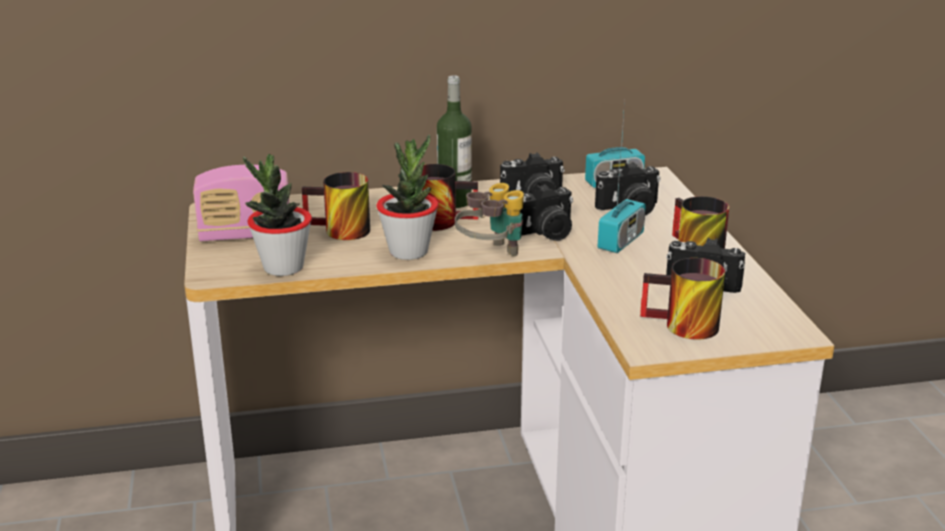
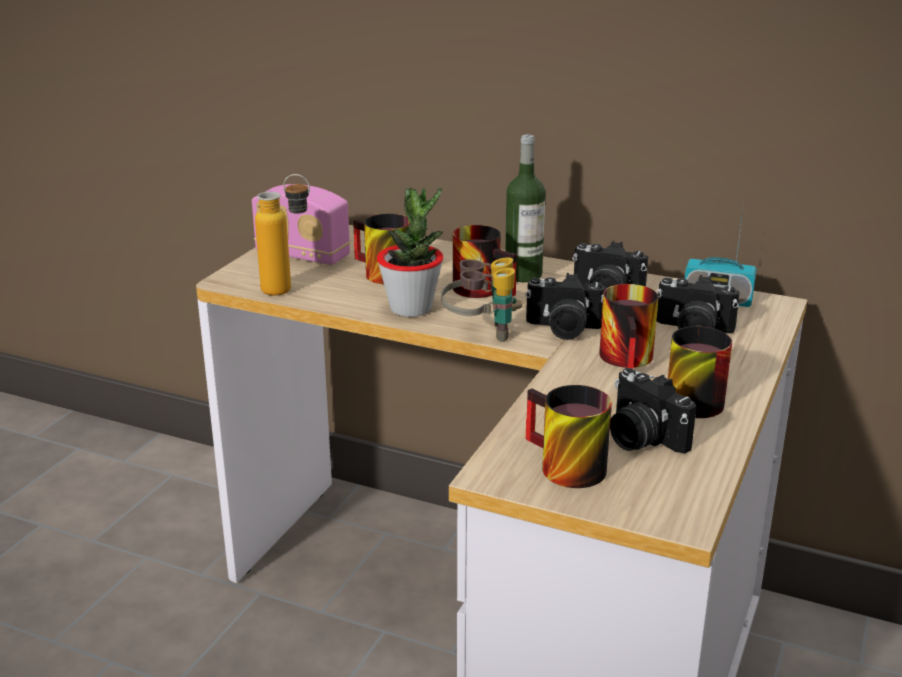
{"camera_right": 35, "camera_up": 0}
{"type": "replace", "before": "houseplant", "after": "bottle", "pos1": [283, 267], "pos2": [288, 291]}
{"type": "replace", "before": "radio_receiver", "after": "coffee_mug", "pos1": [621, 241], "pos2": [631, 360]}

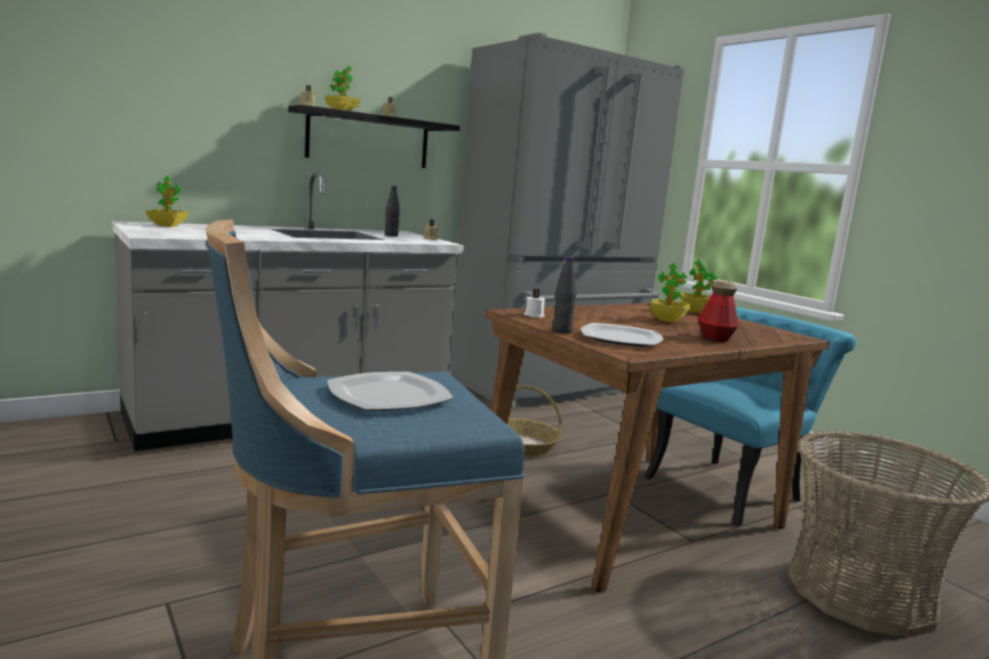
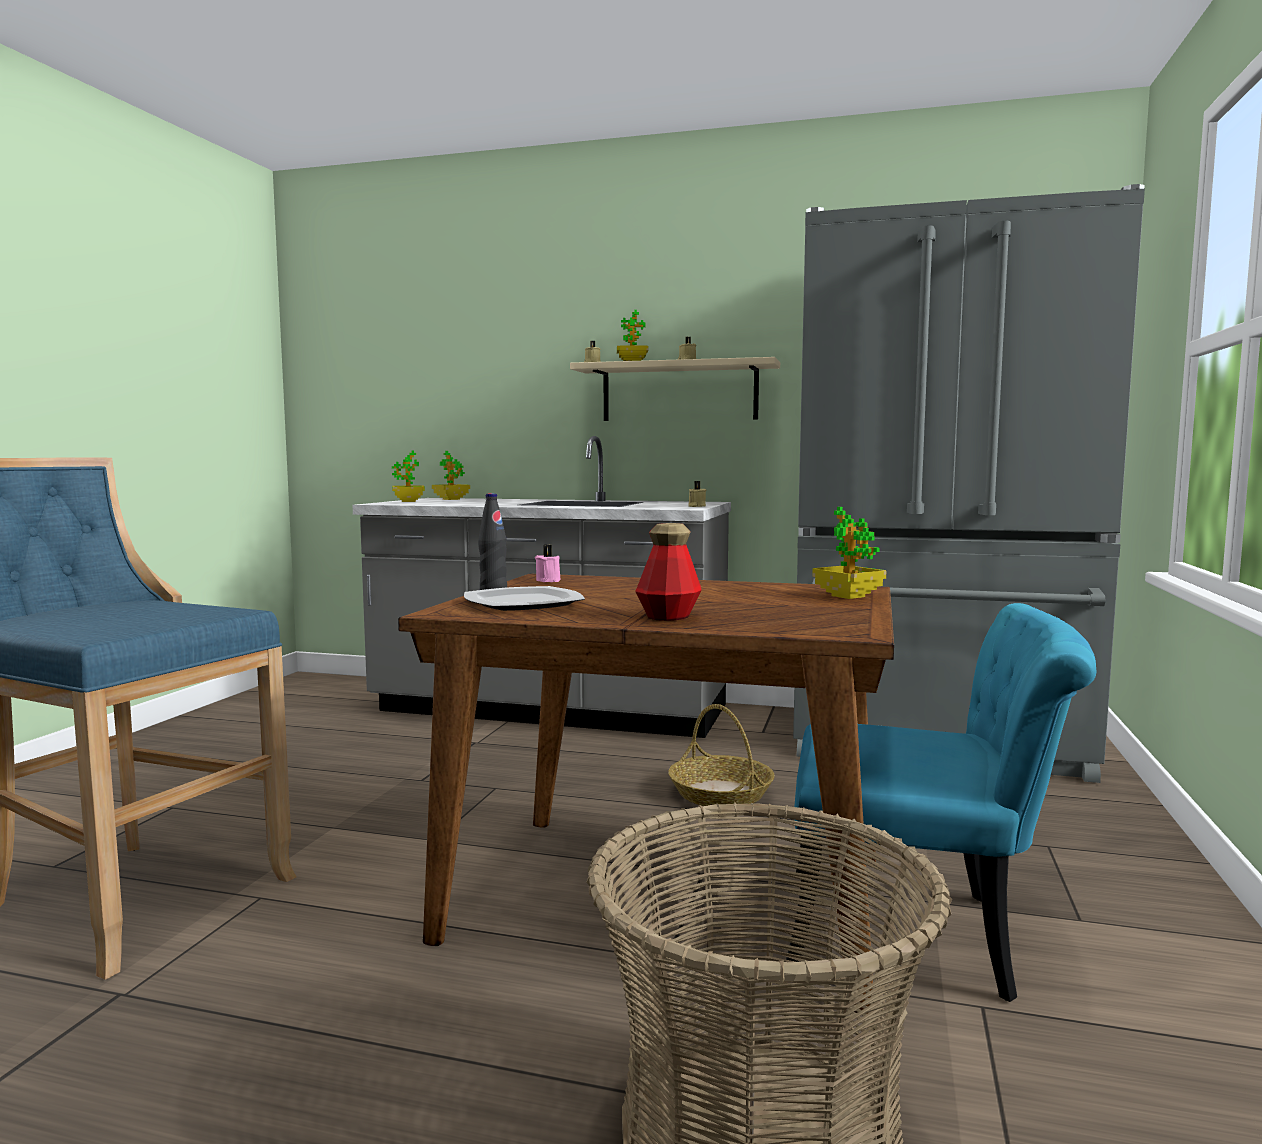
{"camera_right": 50, "camera_up": -5}
{"type": "move", "before": "houseplant", "pos1": [667, 320], "pos2": [408, 501]}
{"type": "recolor", "before": "white_wax_candle", "after": "pinkish_wax_candle", "pos1": [534, 315], "pos2": [549, 580]}
{"type": "recolor", "before": "black_bracket_shelf", "after": "beige-coloured_bracket_shelf", "pos1": [368, 140], "pos2": [679, 392]}
{"type": "delete", "before": "dinner_plate", "pos1": [390, 396]}
{"type": "delete", "before": "black_bottle", "pos1": [391, 235]}

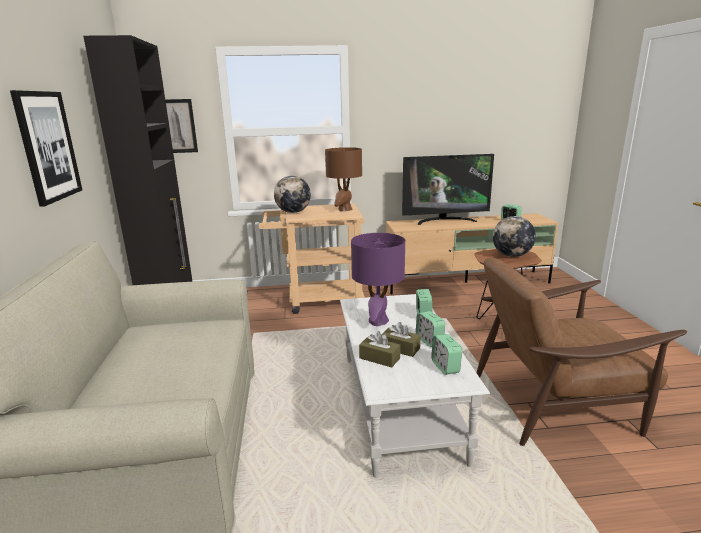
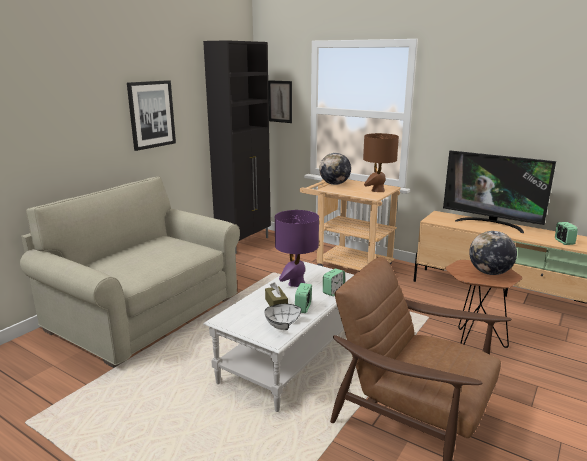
{"camera_right": 40, "camera_up": 0}
{"type": "replace", "before": "alarm_clock", "after": "white_bowl", "pos1": [445, 367], "pos2": [280, 326]}
{"type": "delete", "before": "brown_tissue_box", "pos1": [379, 358]}

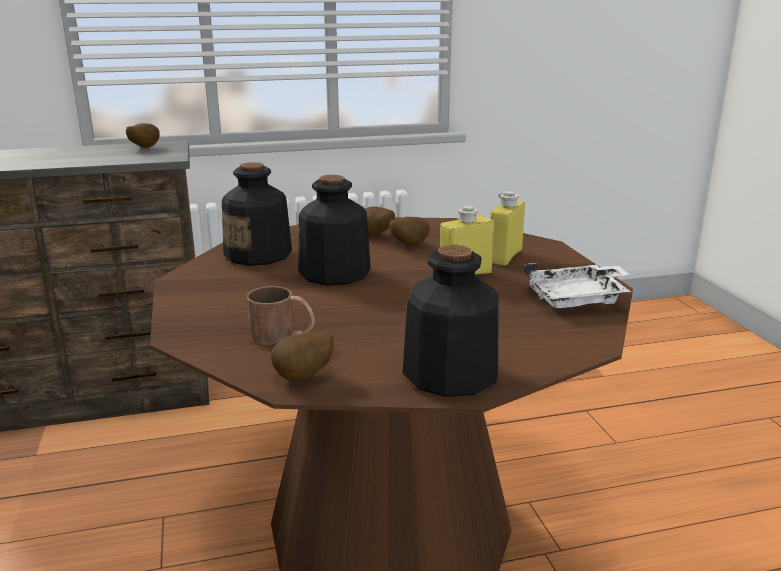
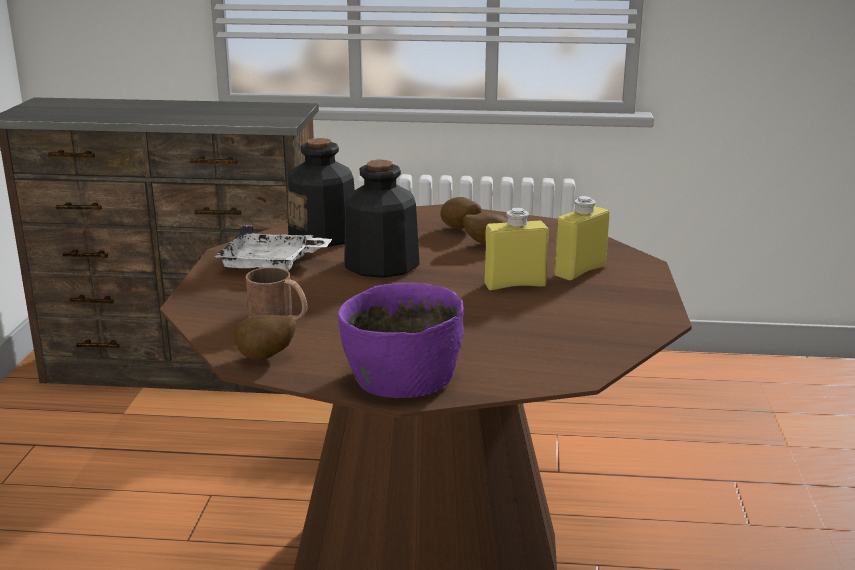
{"camera_right": 20, "camera_up": 0}
{"type": "move", "before": "white_carrying_tray", "pos1": [577, 299], "pos2": [271, 264]}
{"type": "replace", "before": "bottle", "after": "purplish_bowl", "pos1": [449, 374], "pos2": [400, 378]}
{"type": "delete", "before": "whole_potato", "pos1": [143, 148]}

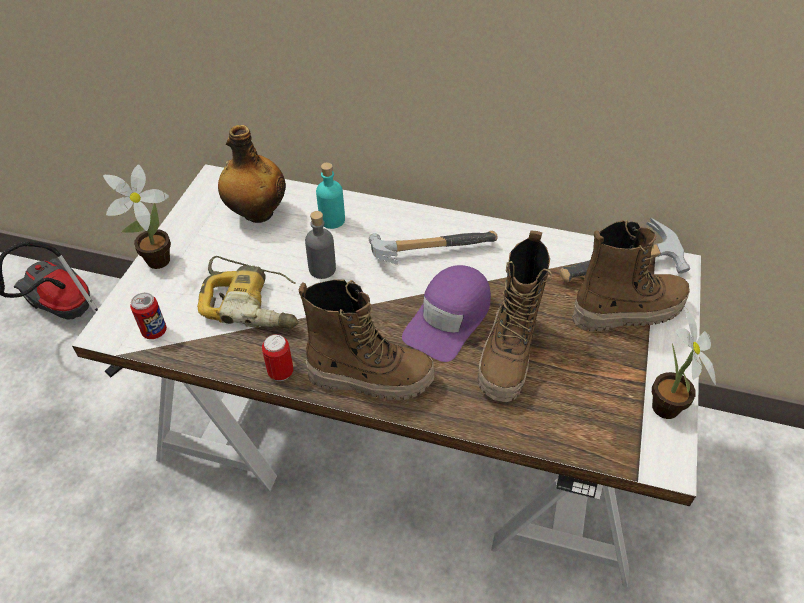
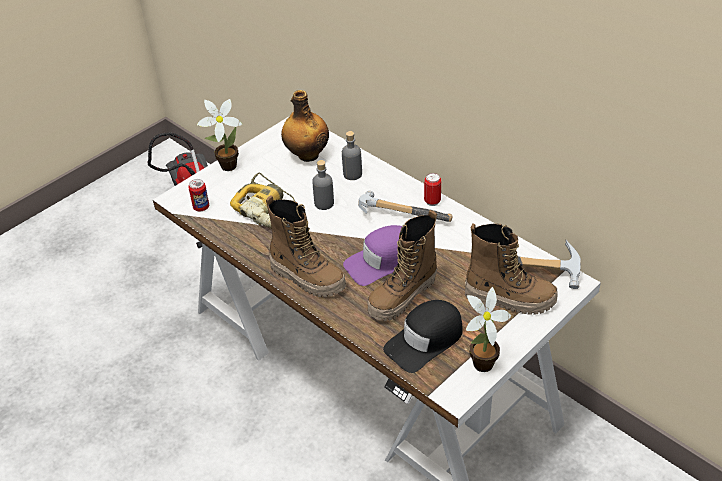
{"camera_right": 30, "camera_up": -5}
{"type": "recolor", "before": "turquoise-coloured_bottle", "after": "gray_bottle", "pos1": [332, 220], "pos2": [352, 174]}
{"type": "insert", "after": "black_peaked_cap", "pos2": [425, 340]}
{"type": "move", "before": "sealed_can", "pos1": [281, 373], "pos2": [432, 201]}

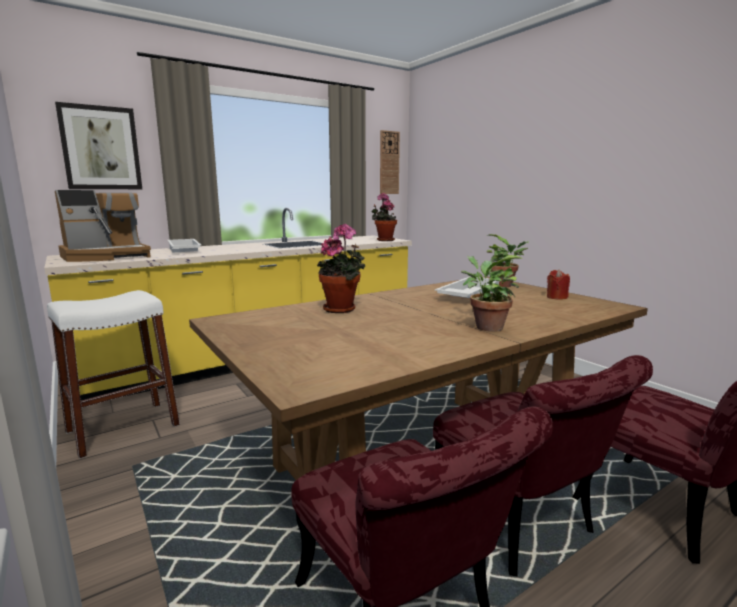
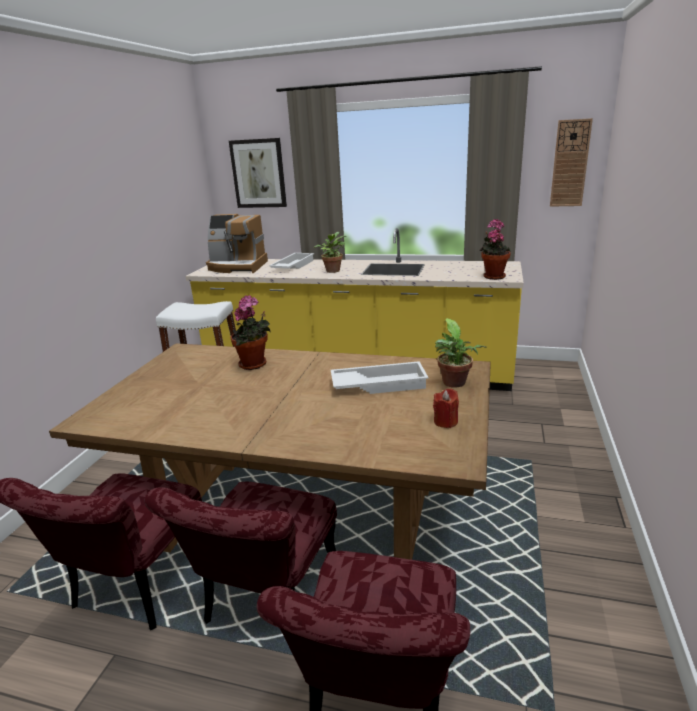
{"camera_right": 50, "camera_up": 10}
{"type": "move", "before": "houseplant", "pos1": [485, 327], "pos2": [333, 270]}

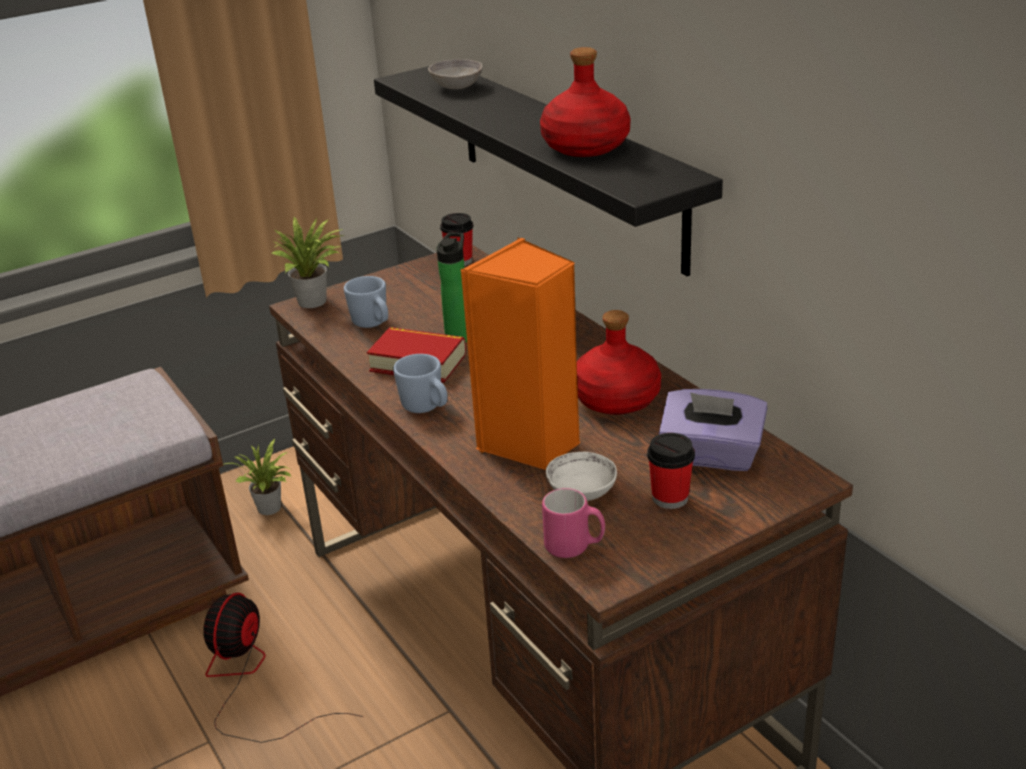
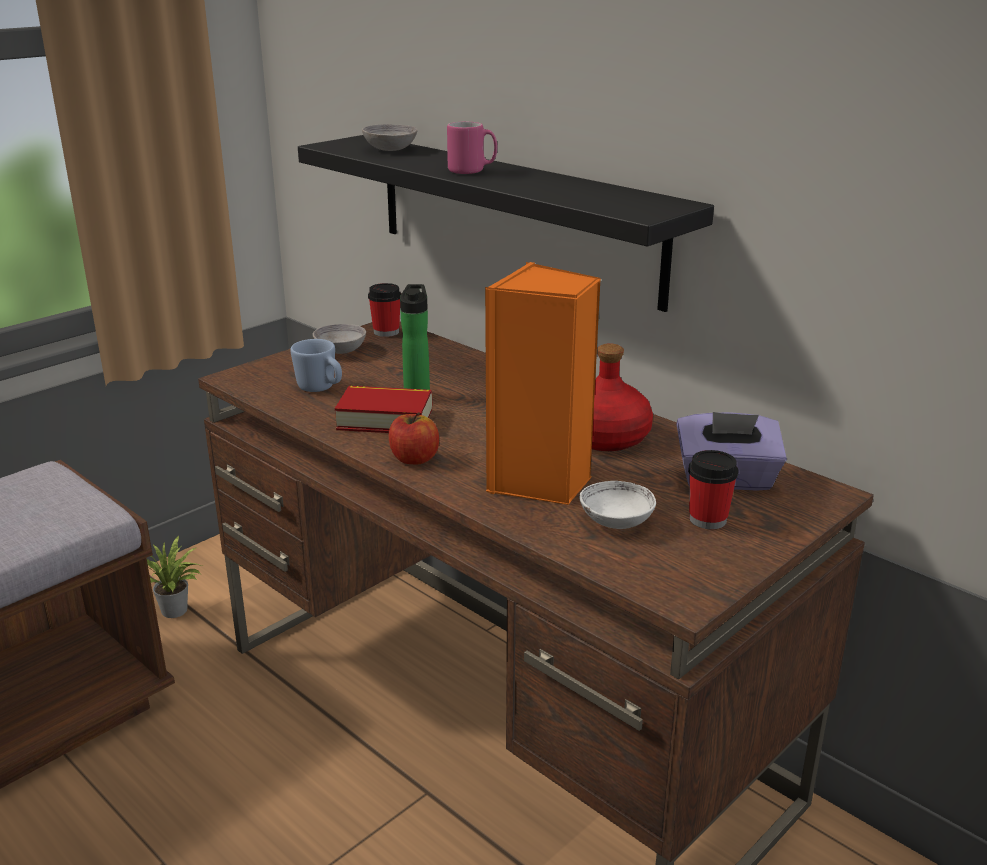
{"camera_right": -15, "camera_up": -5}
{"type": "insert", "after": "gray_bowl", "pos2": [340, 350]}
{"type": "replace", "before": "bluish_coffee_mug", "after": "apple", "pos1": [426, 408], "pos2": [414, 459]}
{"type": "move", "before": "pinkish_coffee_mug", "pos1": [575, 547], "pos2": [472, 171]}
{"type": "delete", "before": "cooling_fan", "pos1": [251, 681]}
{"type": "delete", "before": "houseplant", "pos1": [316, 302]}
{"type": "delete", "before": "reddish_bottle", "pos1": [586, 146]}

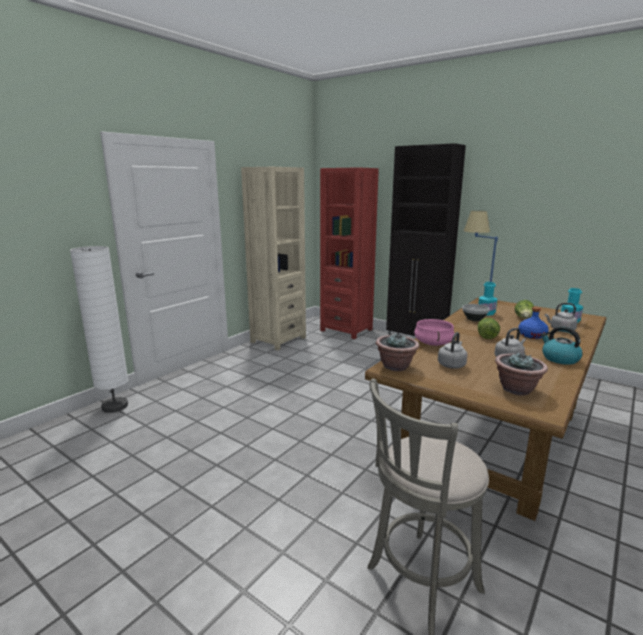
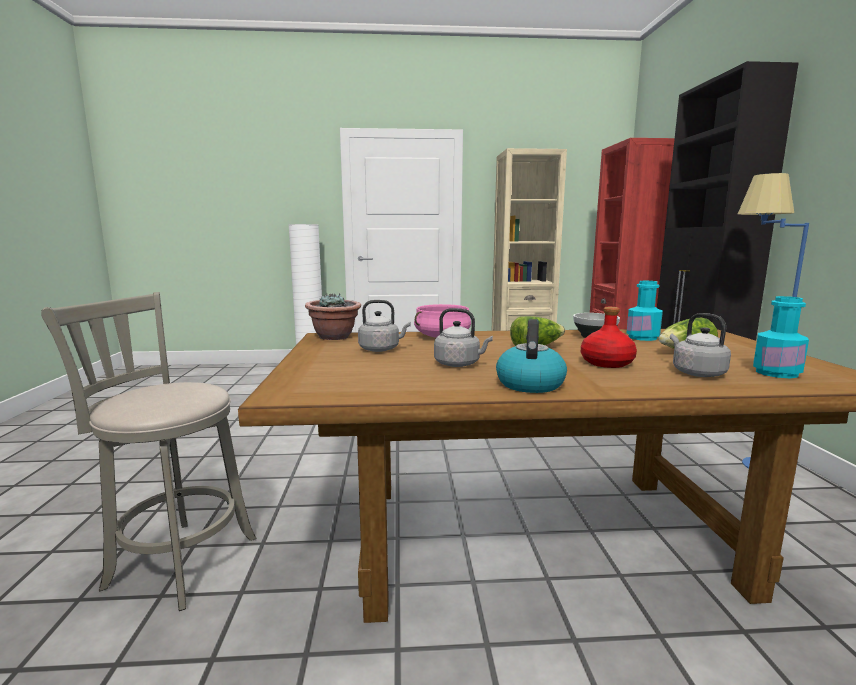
{"camera_right": 50, "camera_up": -5}
{"type": "recolor", "before": "bluish_bottle", "after": "reddish_bottle", "pos1": [532, 335], "pos2": [607, 363]}
{"type": "delete", "before": "houseplant", "pos1": [517, 389]}

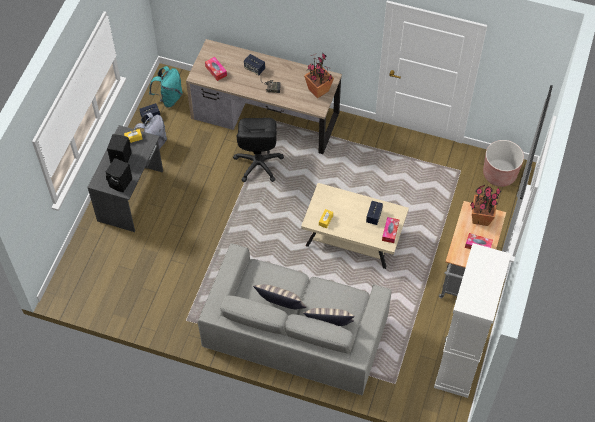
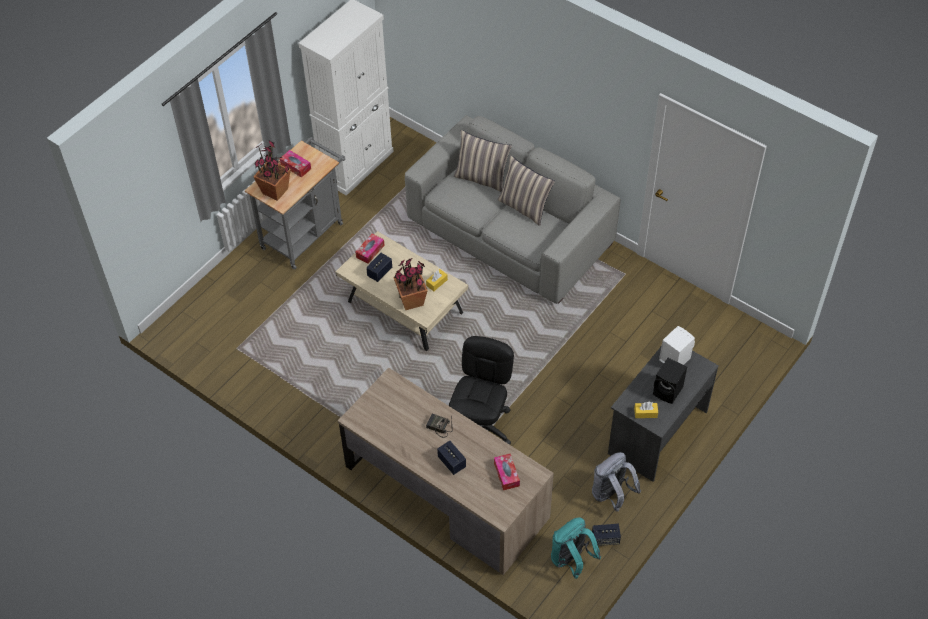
{"camera_right": -160, "camera_up": -5}
{"type": "move", "before": "houseplant", "pos1": [318, 90], "pos2": [411, 300]}
{"type": "recolor", "before": "black_speaker", "after": "white_speaker", "pos1": [121, 183], "pos2": [674, 358]}
{"type": "delete", "before": "brown_planter", "pos1": [499, 174]}

